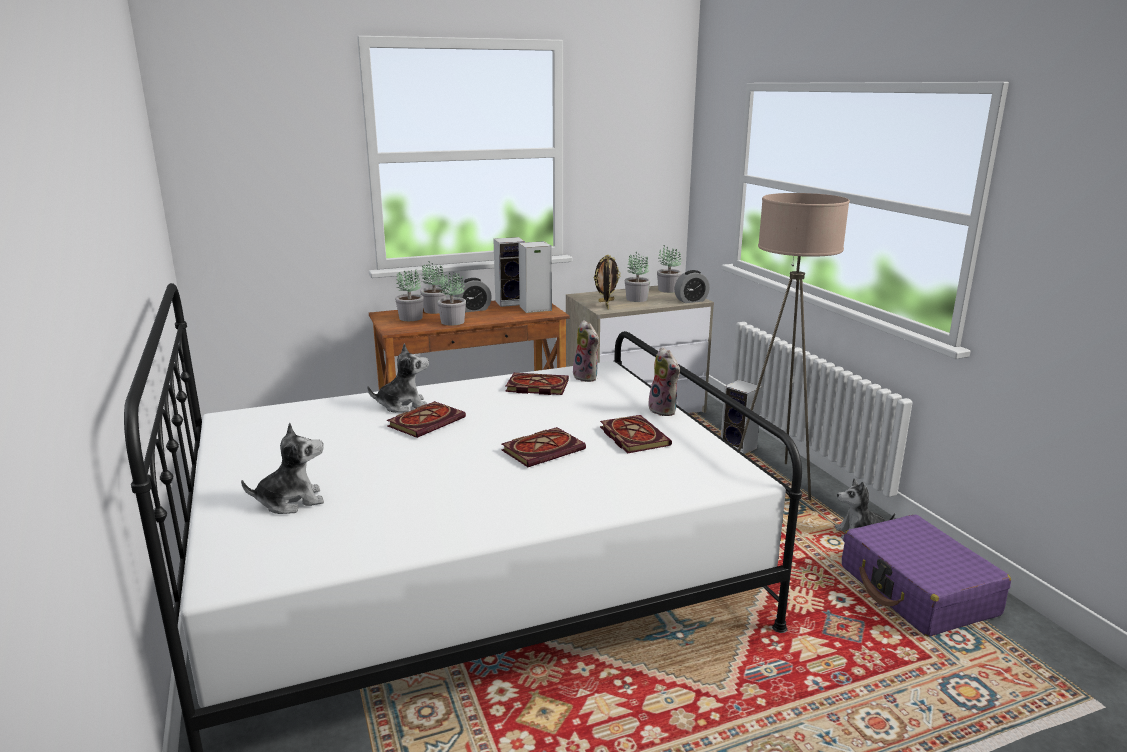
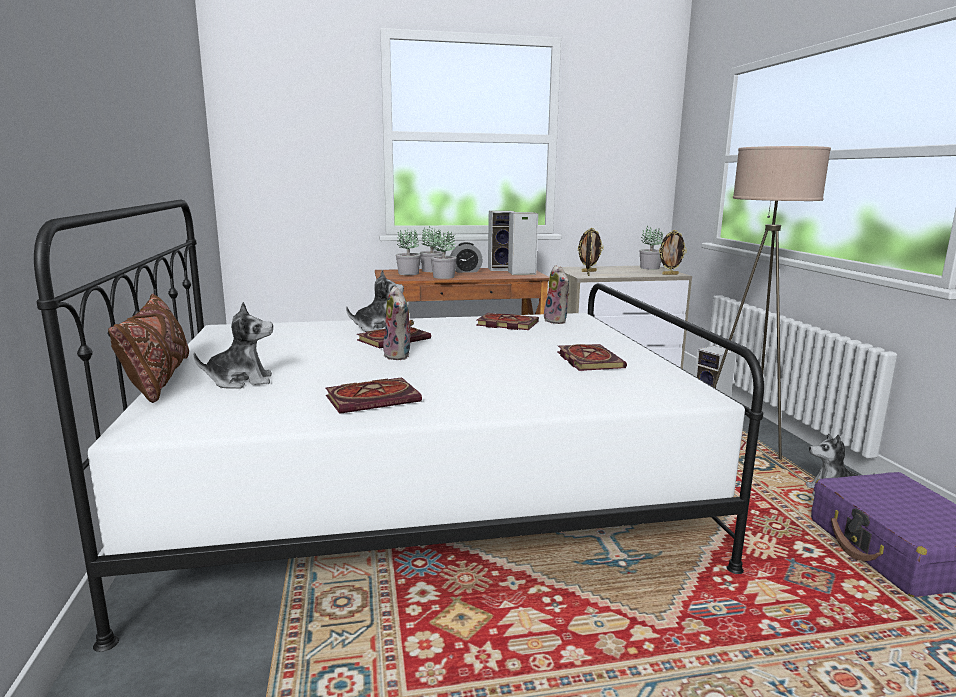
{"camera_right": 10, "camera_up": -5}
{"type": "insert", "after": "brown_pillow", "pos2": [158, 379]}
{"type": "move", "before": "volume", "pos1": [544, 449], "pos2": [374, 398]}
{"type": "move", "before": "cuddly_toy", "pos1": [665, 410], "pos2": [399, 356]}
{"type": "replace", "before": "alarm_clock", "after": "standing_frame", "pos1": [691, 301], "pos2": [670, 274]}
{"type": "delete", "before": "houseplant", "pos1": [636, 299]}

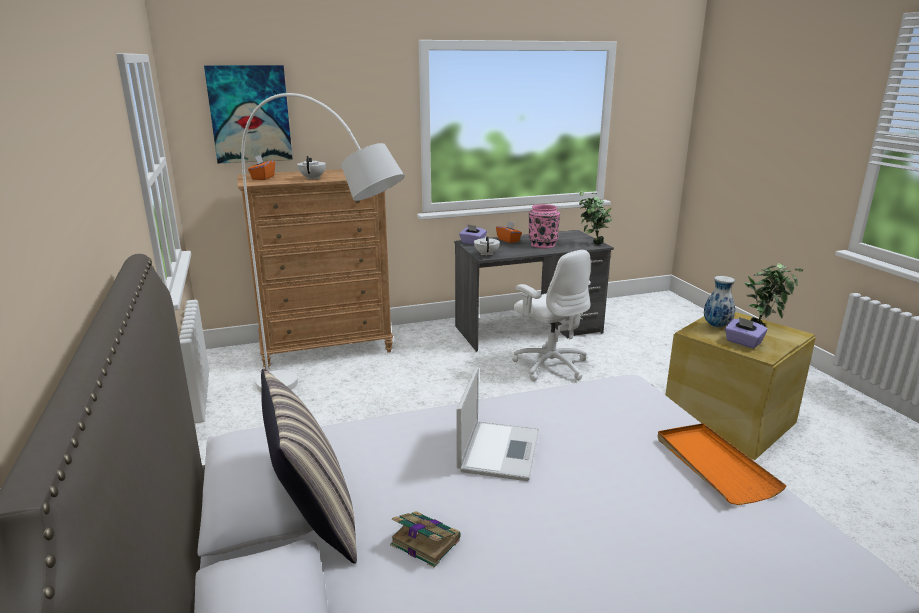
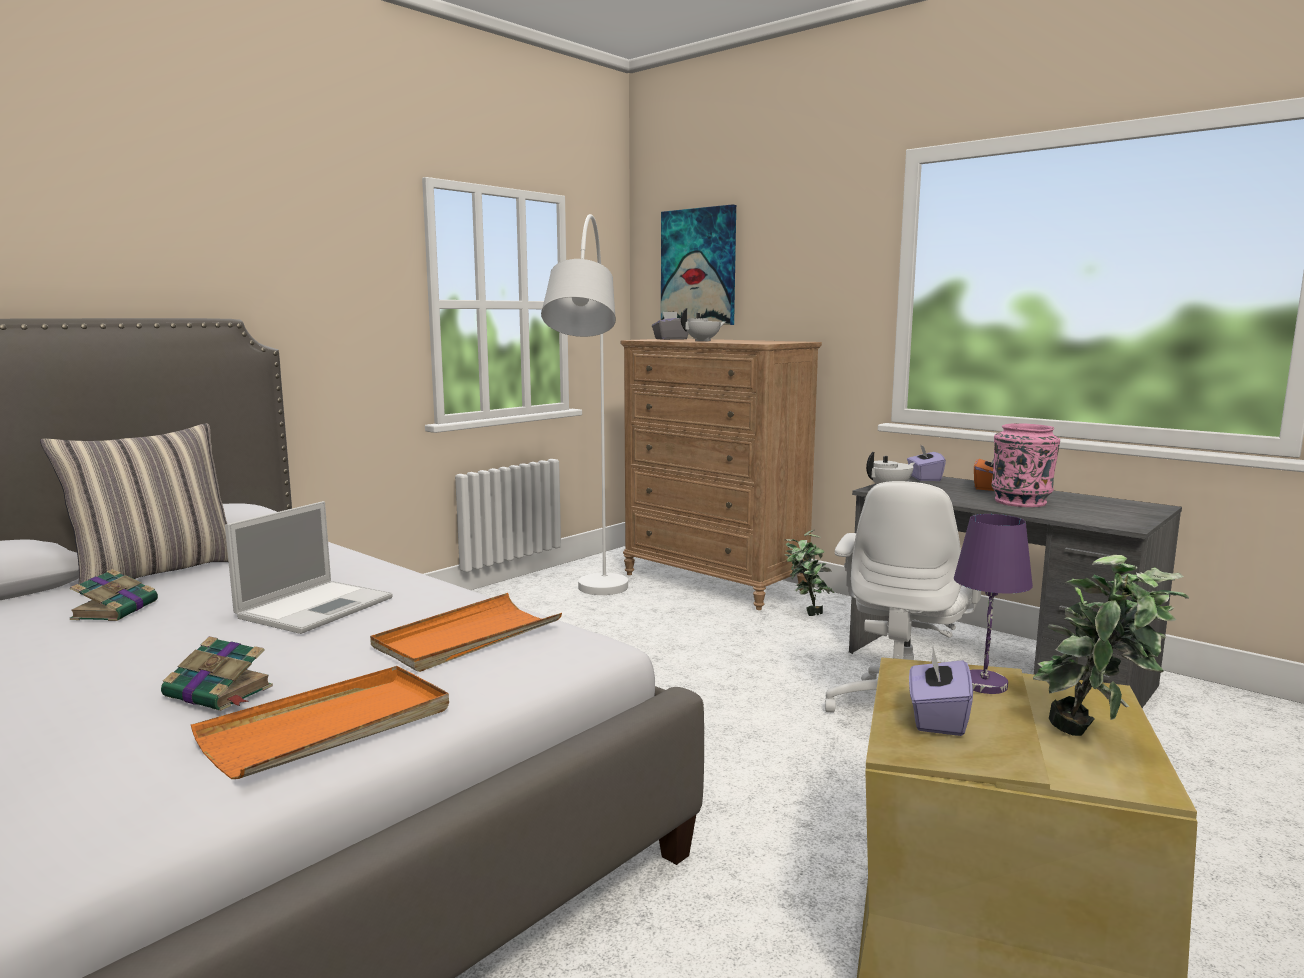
{"camera_right": 60, "camera_up": -10}
{"type": "insert", "after": "volume", "pos2": [220, 692]}
{"type": "rotate", "before": "laptop", "pos1": [499, 449], "pos2": [317, 607], "turn": -45}
{"type": "insert", "after": "orange-coloured_carrying_tray", "pos2": [467, 638]}
{"type": "recolor", "before": "orange-coloured_tissue_box", "after": "gray_tissue_box", "pos1": [262, 178], "pos2": [671, 339]}
{"type": "move", "before": "houseplant", "pos1": [591, 244], "pos2": [806, 613]}
{"type": "replace", "before": "flower_vase", "after": "purplish_lamp_for_a_table", "pos1": [717, 326], "pos2": [985, 685]}

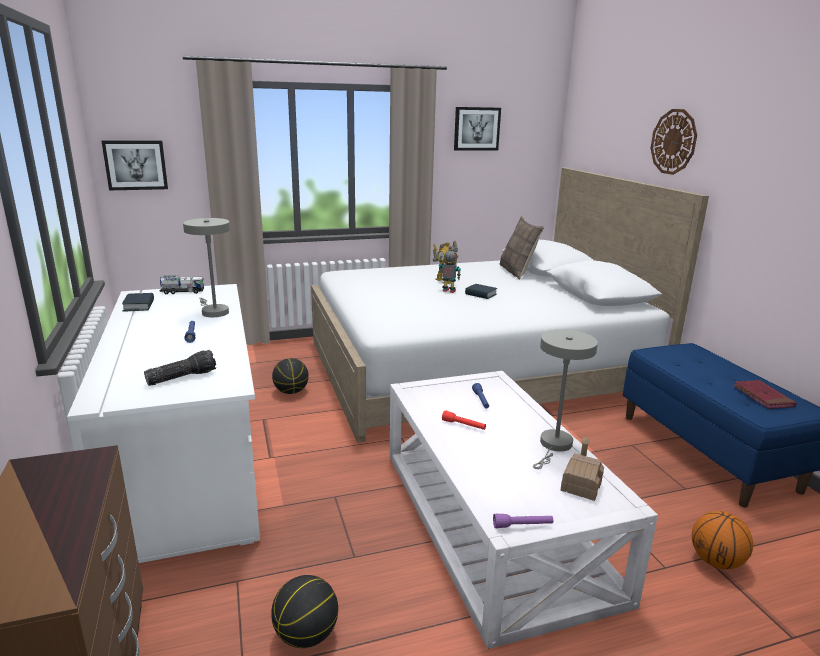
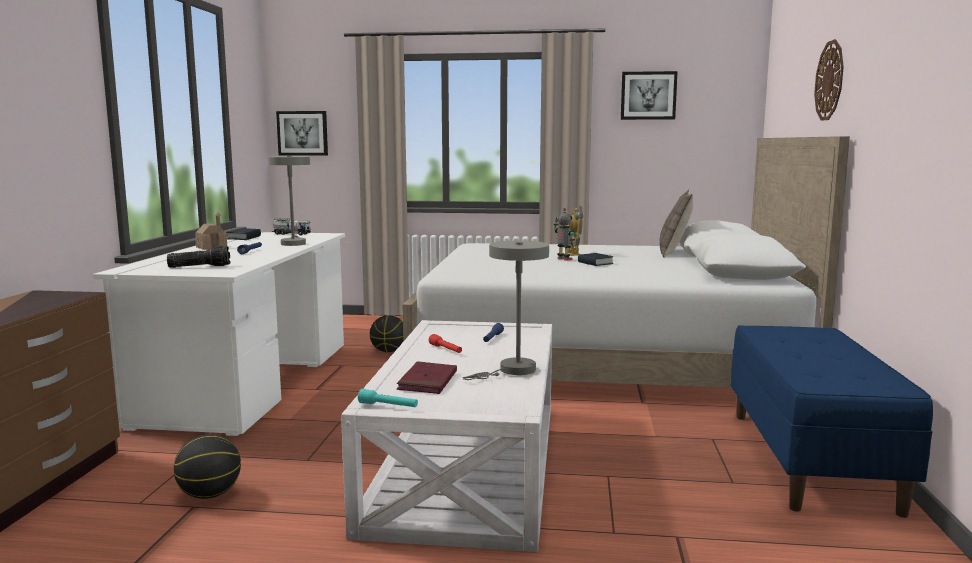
{"camera_right": 25, "camera_up": -10}
{"type": "move", "before": "model_house", "pos1": [581, 486], "pos2": [211, 247]}
{"type": "recolor", "before": "purplish_hand_torch", "after": "turquoise-coloured_hand_torch", "pos1": [522, 526], "pos2": [388, 406]}
{"type": "move", "before": "reddish_volume", "pos1": [763, 397], "pos2": [427, 381]}
{"type": "delete", "before": "ball_for_basketball", "pos1": [715, 561]}

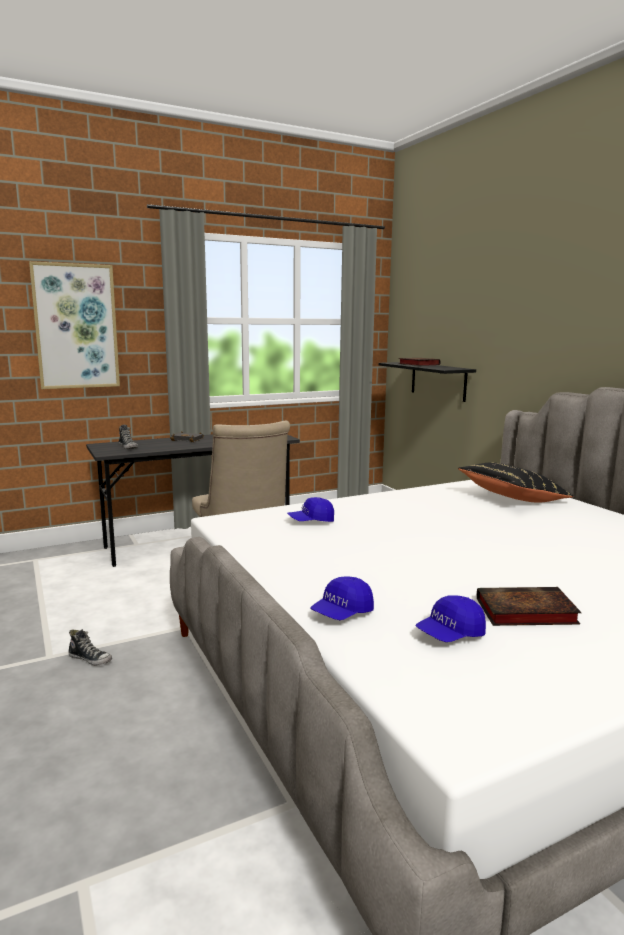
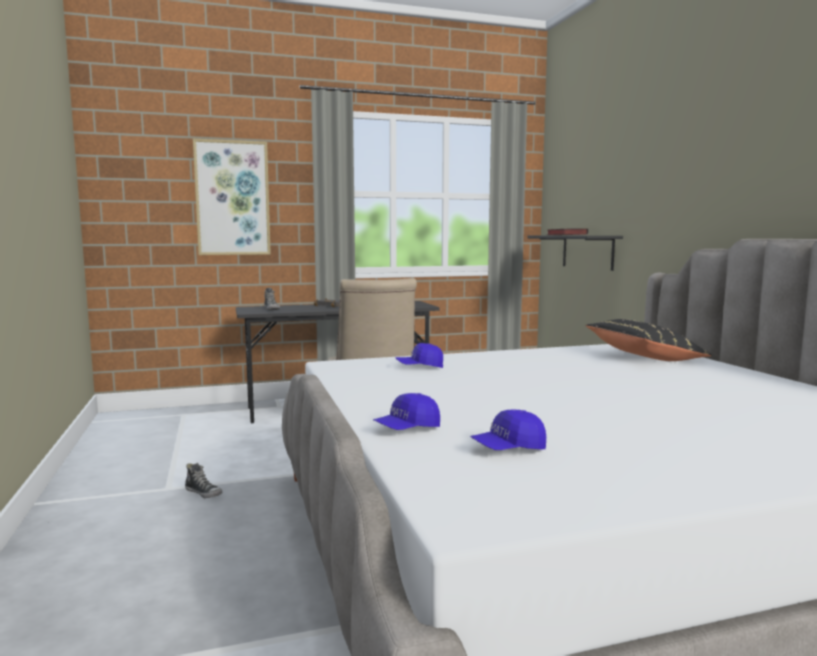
{"camera_right": 10, "camera_up": -5}
{"type": "delete", "before": "volume", "pos1": [523, 612]}

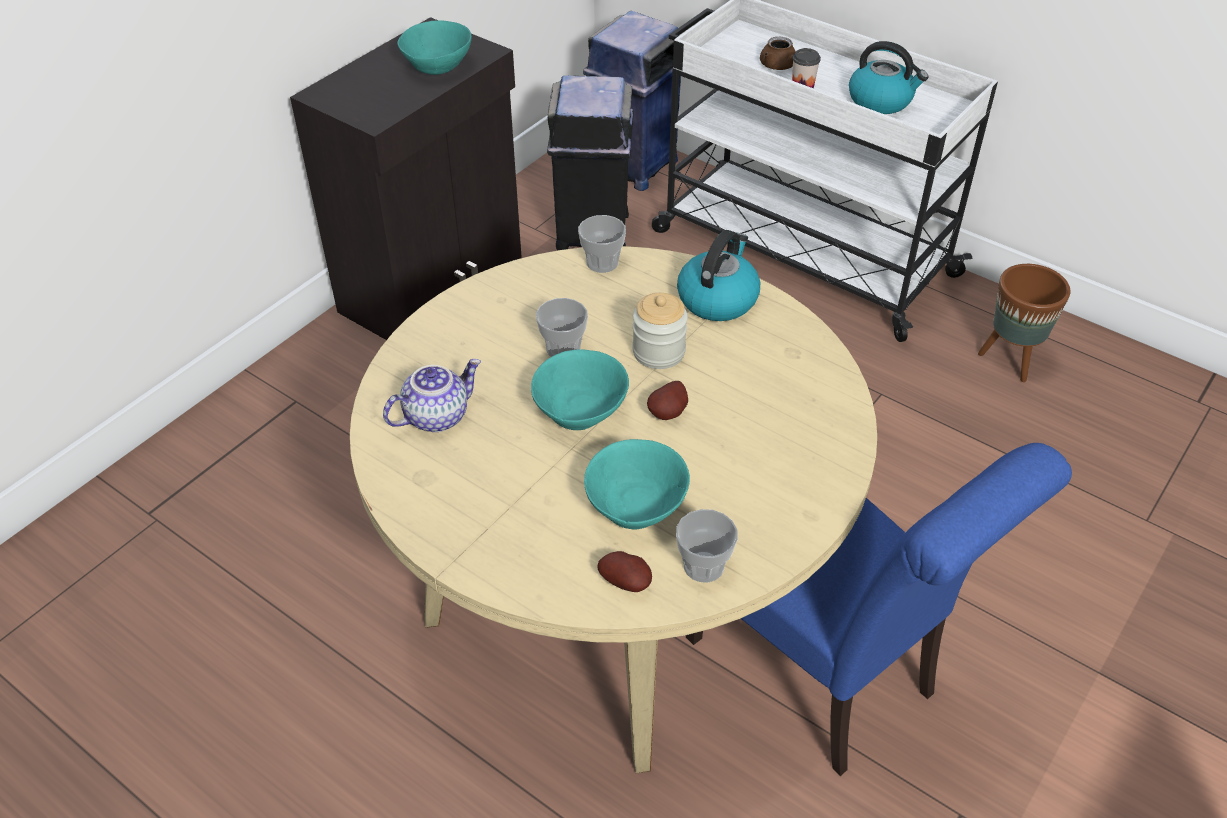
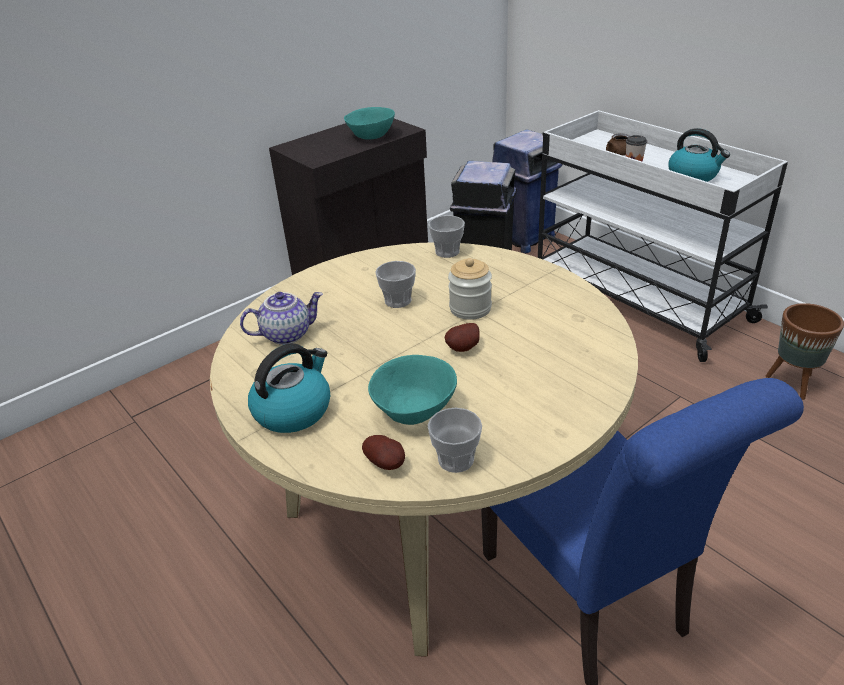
{"camera_right": 15, "camera_up": -10}
{"type": "move", "before": "water_kettle", "pos1": [717, 298], "pos2": [293, 410]}
{"type": "delete", "before": "turquoise-coloured_bowl", "pos1": [579, 411]}

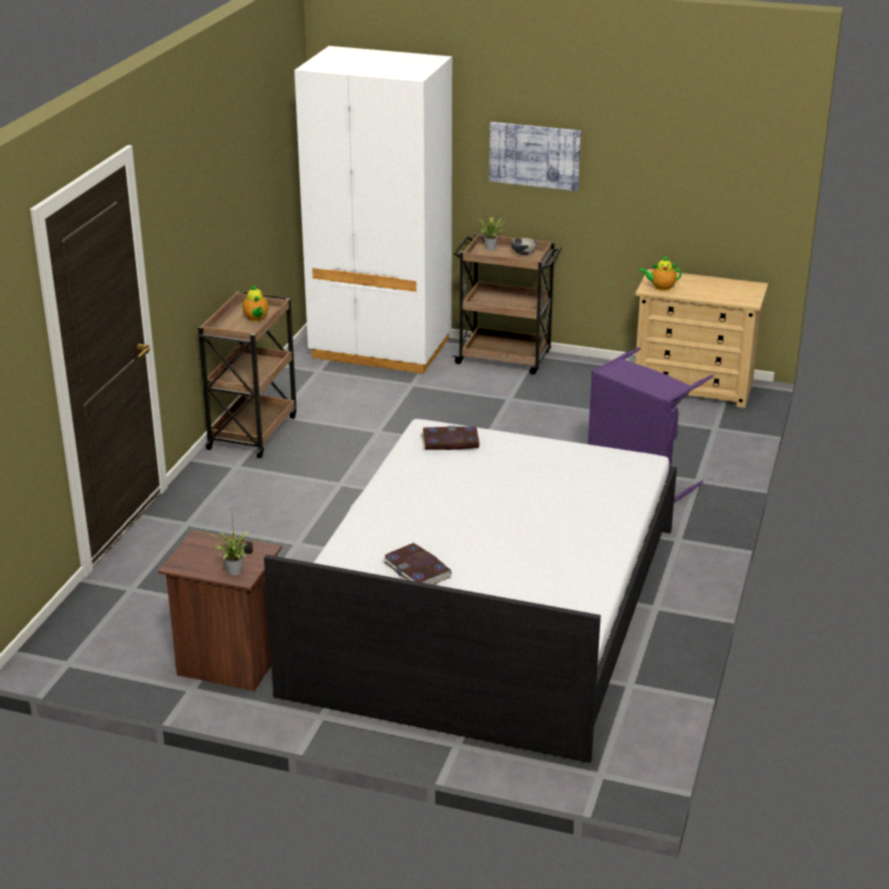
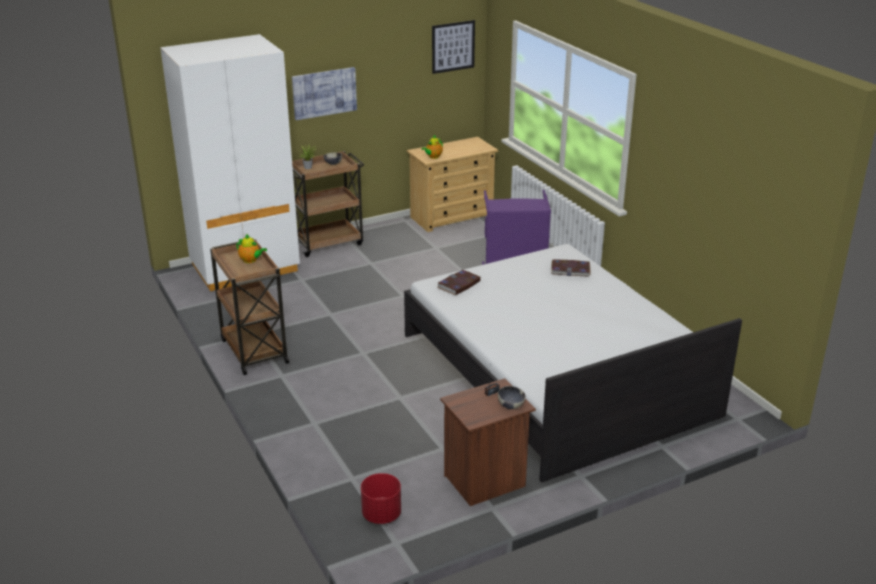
{"camera_right": -45, "camera_up": 0}
{"type": "insert", "after": "reddish_planter", "pos2": [381, 515]}
{"type": "insert", "after": "picture", "pos2": [453, 46]}
{"type": "replace", "before": "houseplant", "after": "bowl", "pos1": [234, 572], "pos2": [511, 405]}
{"type": "move", "before": "volume", "pos1": [417, 569], "pos2": [570, 270]}

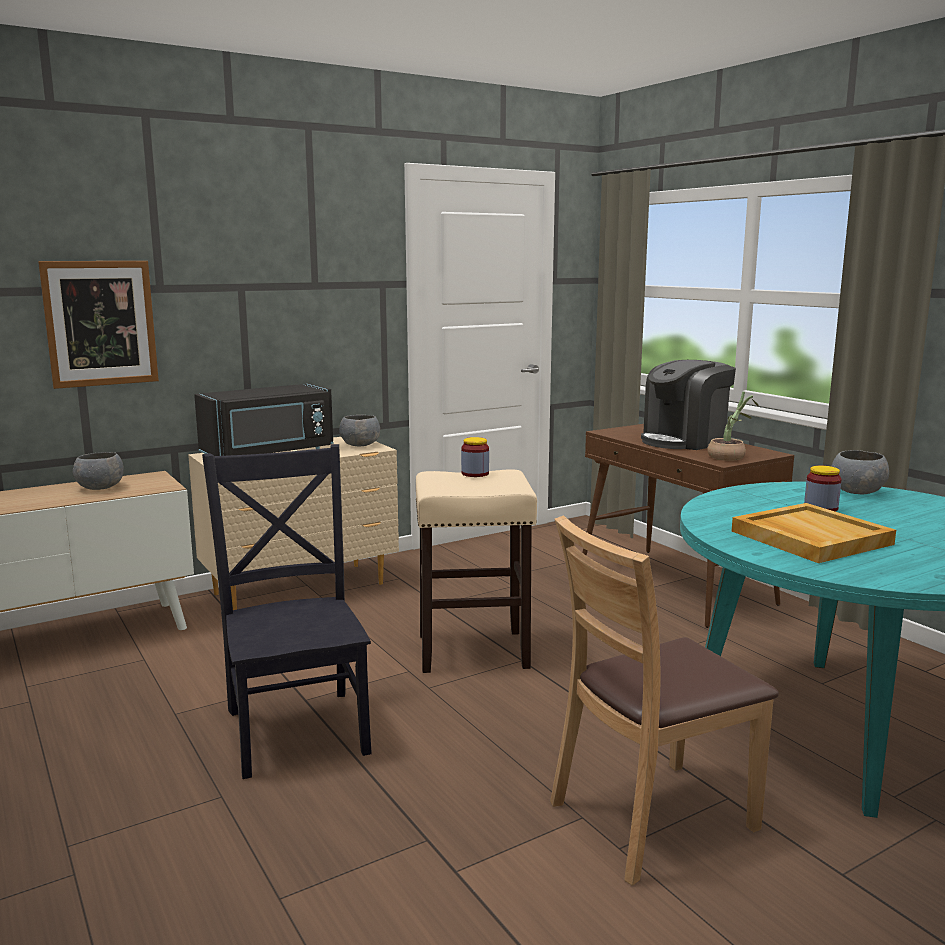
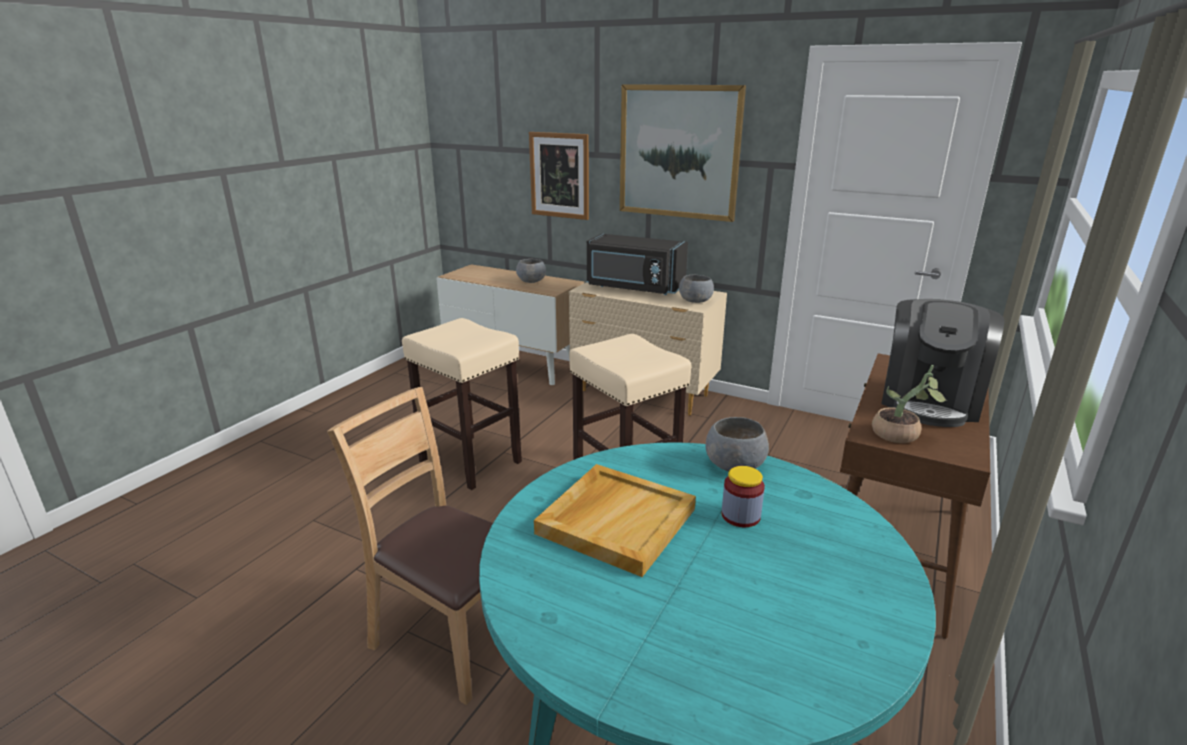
{"camera_right": 60, "camera_up": 10}
{"type": "replace", "before": "black_chair", "after": "beige-coloured_stool", "pos1": [297, 727], "pos2": [471, 462]}
{"type": "insert", "after": "picture", "pos2": [679, 152]}
{"type": "move", "before": "gray_bowl", "pos1": [856, 492], "pos2": [733, 465]}
{"type": "rotate", "before": "coffee_machine", "pos1": [684, 441], "pos2": [929, 401], "turn": -90}
{"type": "delete", "before": "storage_jar", "pos1": [475, 473]}

